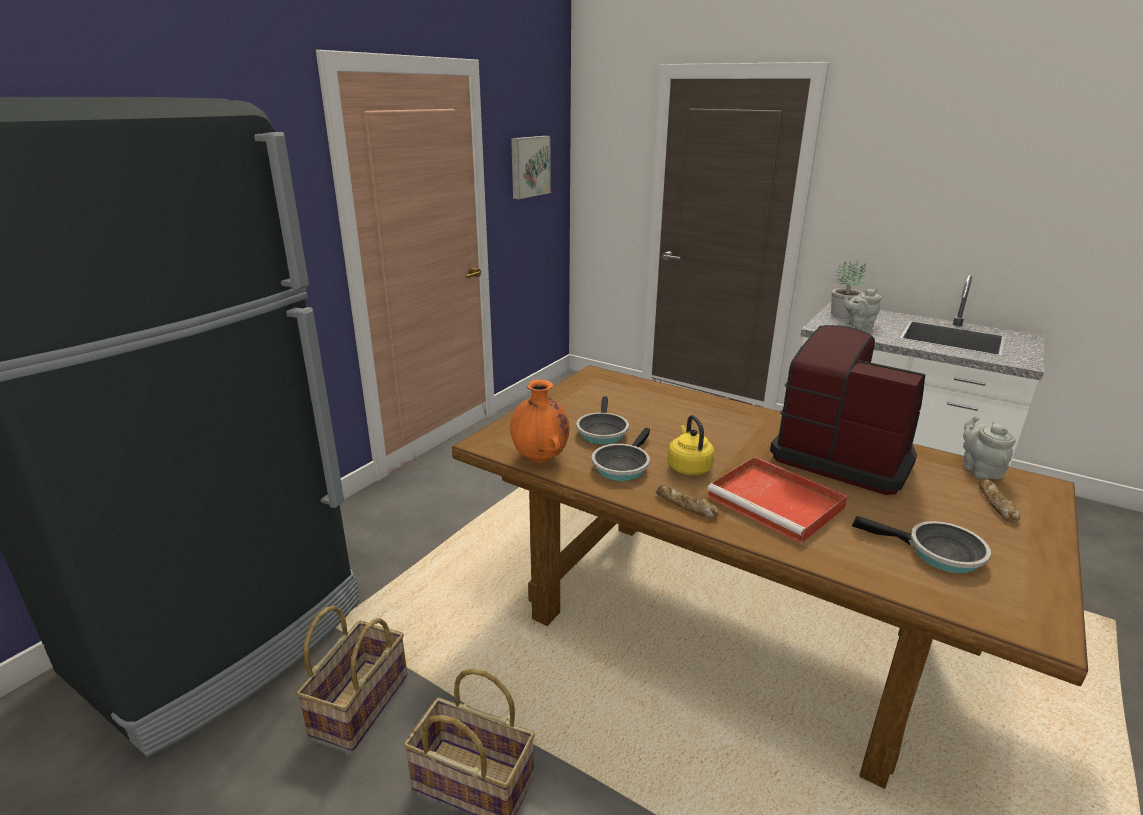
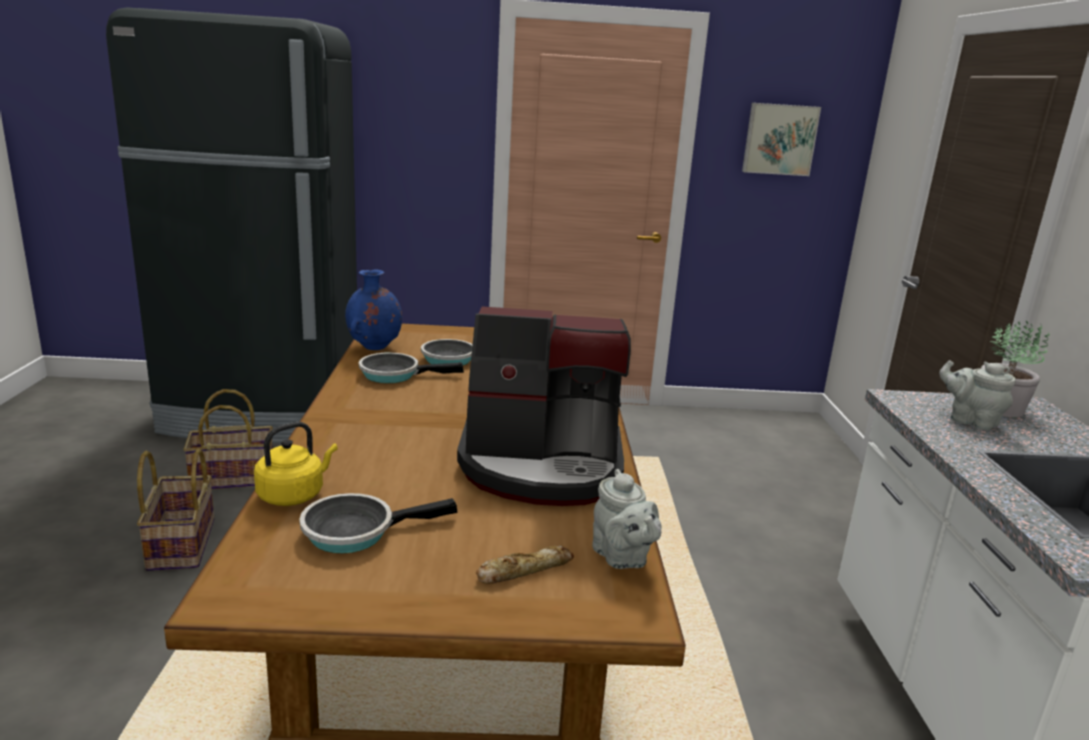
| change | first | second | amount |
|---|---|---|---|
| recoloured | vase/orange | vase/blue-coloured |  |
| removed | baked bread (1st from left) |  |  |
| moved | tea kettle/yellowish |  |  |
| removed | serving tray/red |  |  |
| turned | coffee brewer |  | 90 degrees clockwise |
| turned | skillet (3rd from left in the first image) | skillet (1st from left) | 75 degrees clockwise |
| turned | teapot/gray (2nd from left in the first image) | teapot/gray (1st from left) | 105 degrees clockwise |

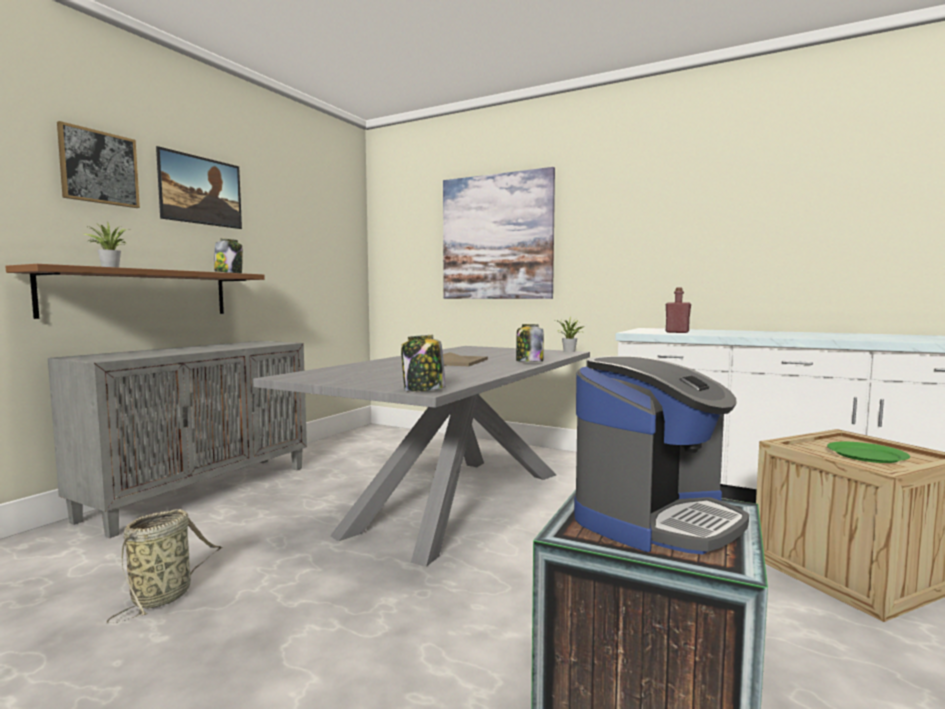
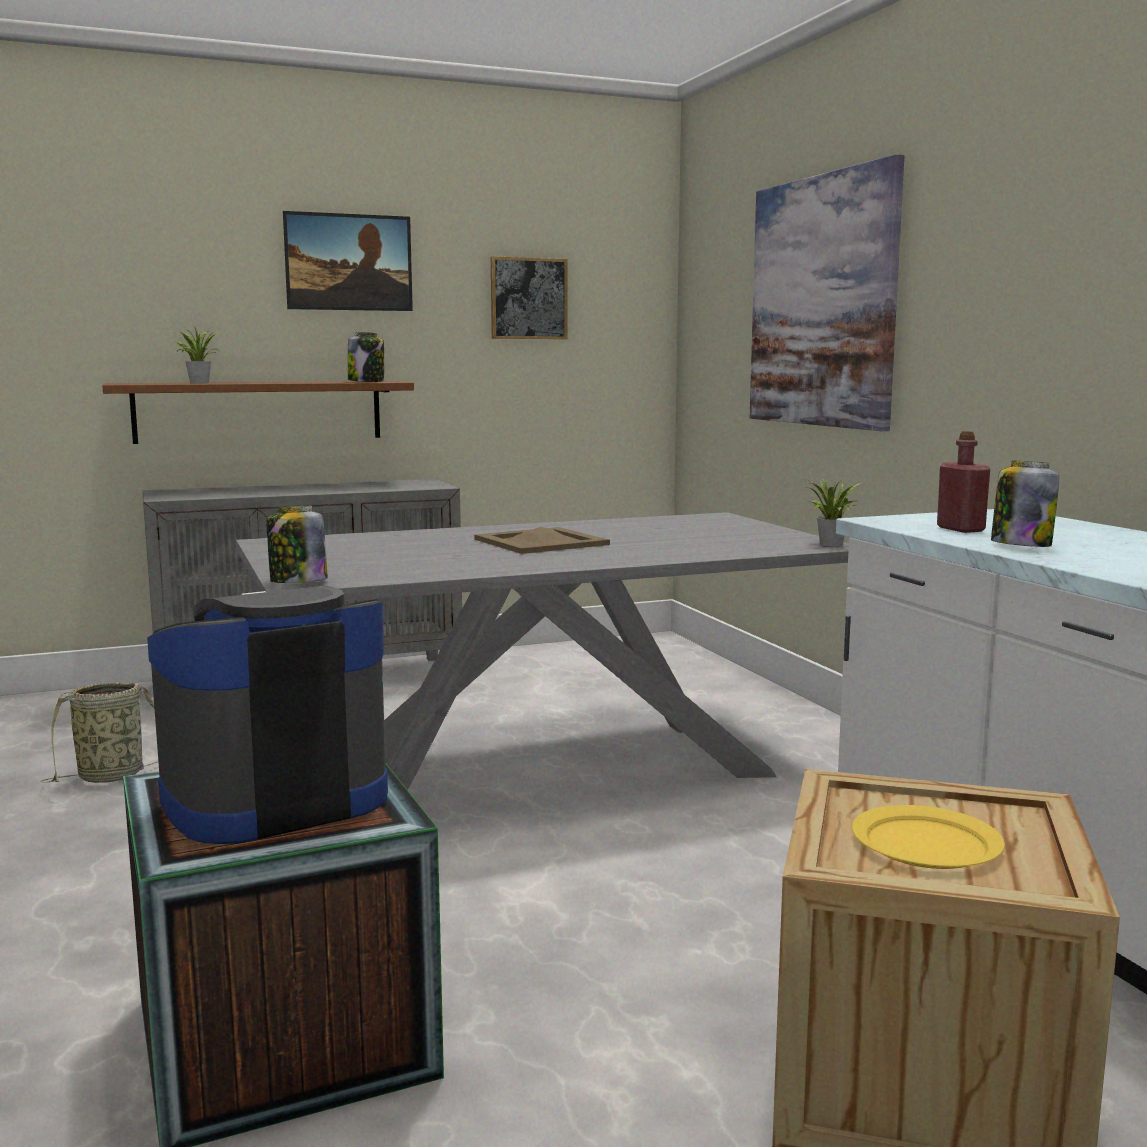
| change | first | second | amount |
|---|---|---|---|
| moved | picture (1st from left in the first image) | picture (2nd from left) |  |
| moved | preserve jar (3rd from left) |  |  |
| turned | coffee brewer |  | 150 degrees clockwise |
| recoloured | plate/green-coloured | plate/yellowish |  |

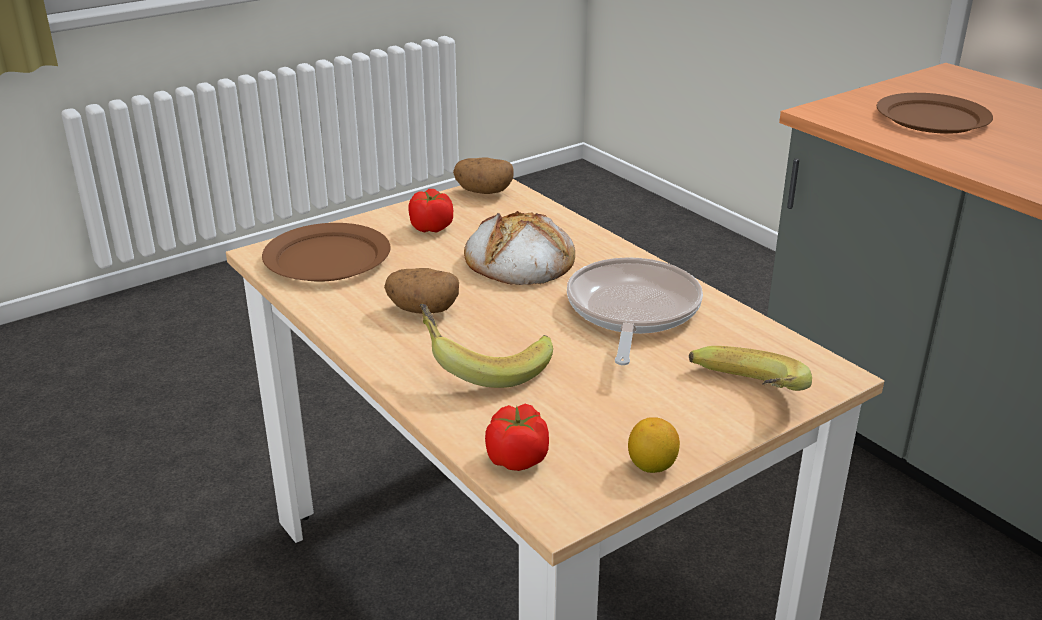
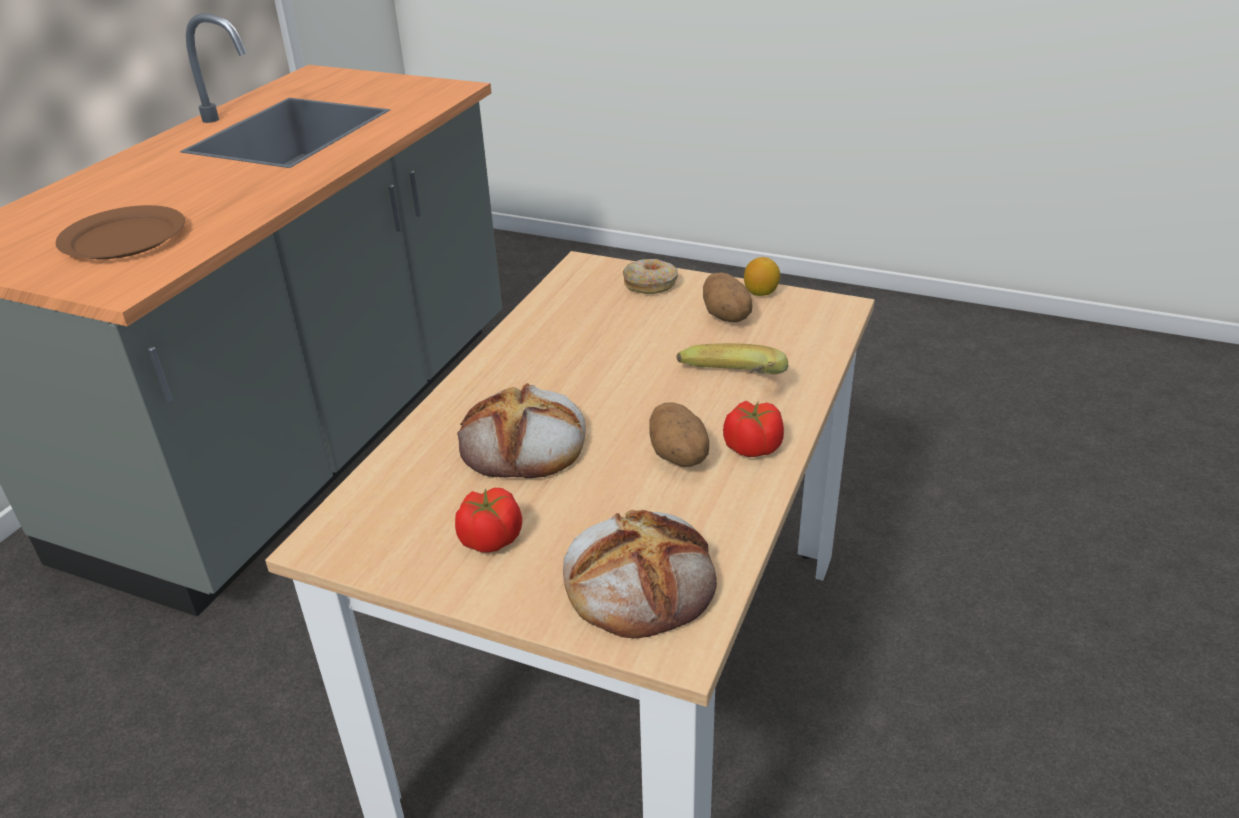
| change | first | second | amount |
|---|---|---|---|
| replaced | plate/brown-coloured (1st from left) | baked bread (2nd from left) |  |
| moved | spud (2nd from left) |  |  |
| moved | whole tomato (2nd from left) |  |  |
| removed | skillet |  |  |
| replaced | whole banana (2nd from left) | doughnut |  |

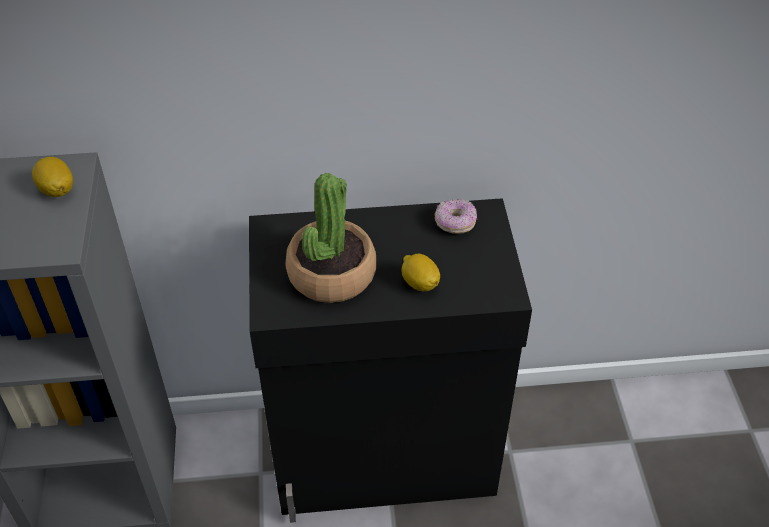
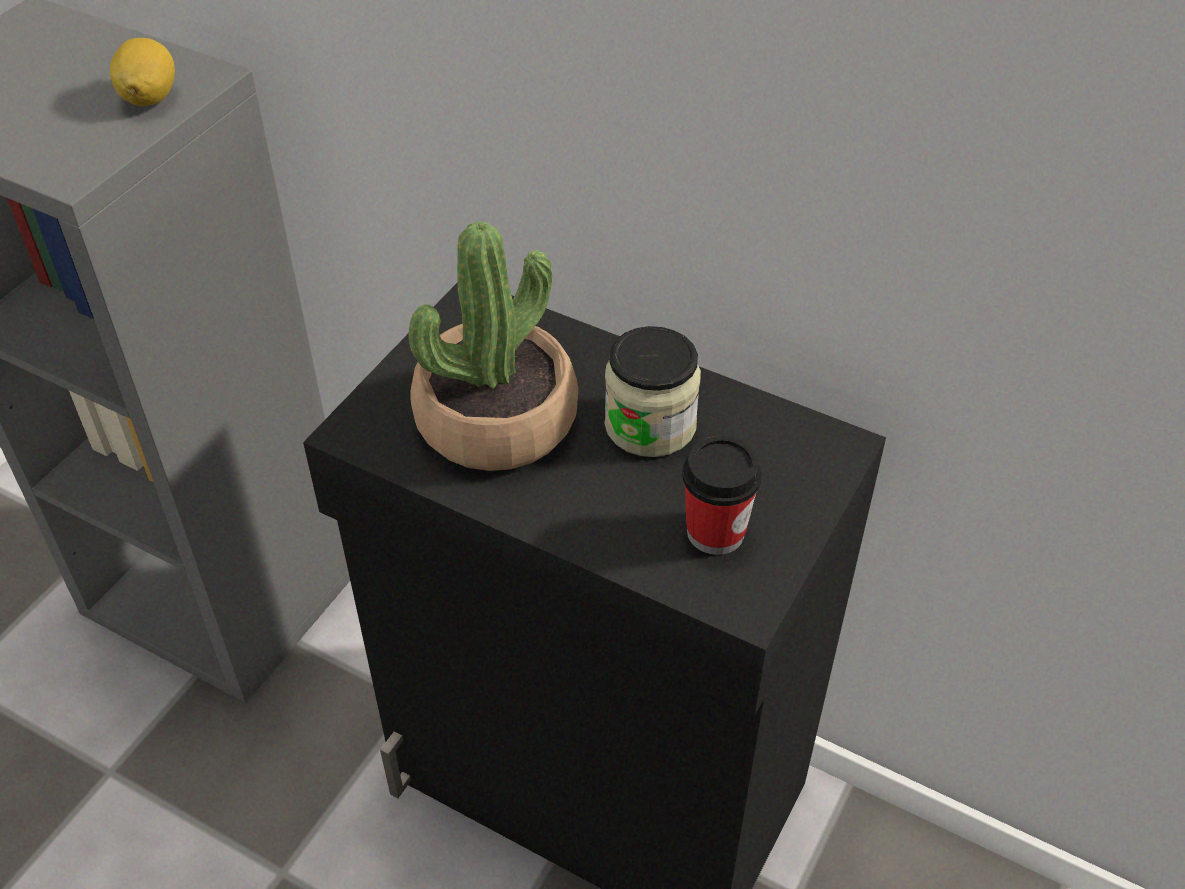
| change | first | second | amount |
|---|---|---|---|
| removed | lemon (2nd from left) |  |  |
| removed | doughnut |  |  |
| added |  | preserve jar |  |
| added |  | drinking cup |  |

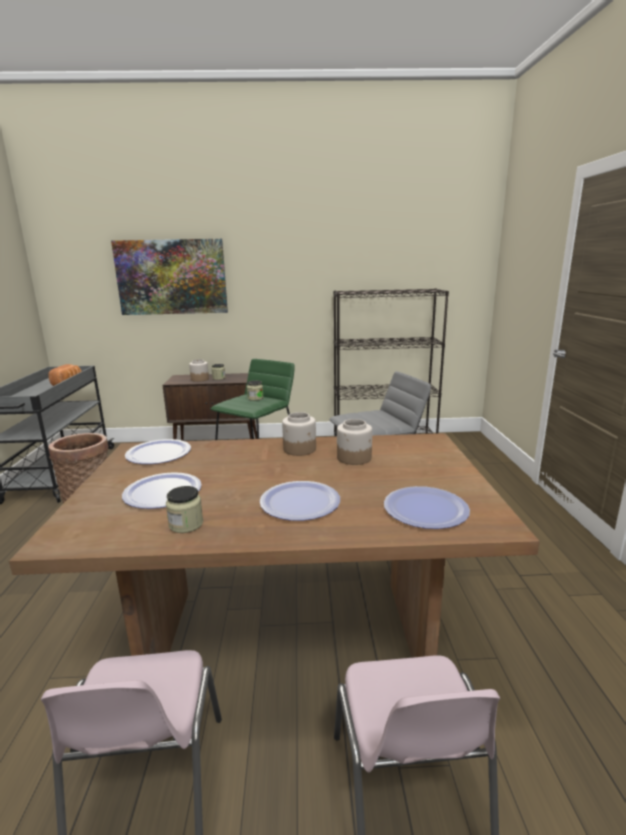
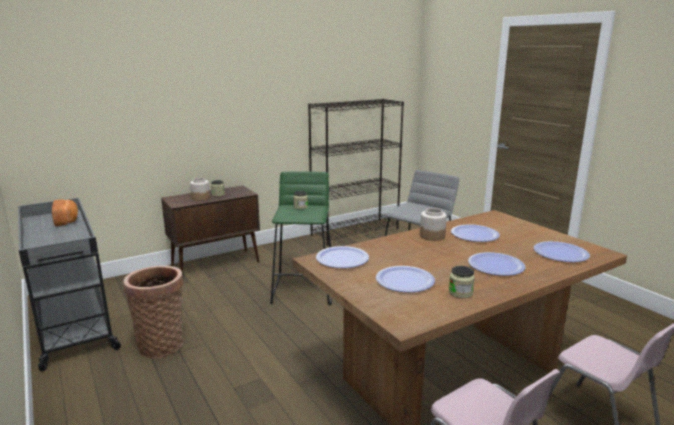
| change | first | second | amount |
|---|---|---|---|
| removed | picture |  |  |
| replaced | preserve jar (6th from left) | plate (3rd from left) |  |

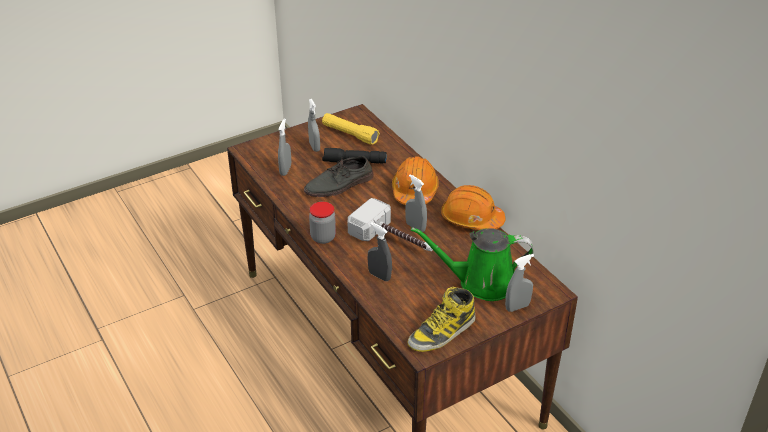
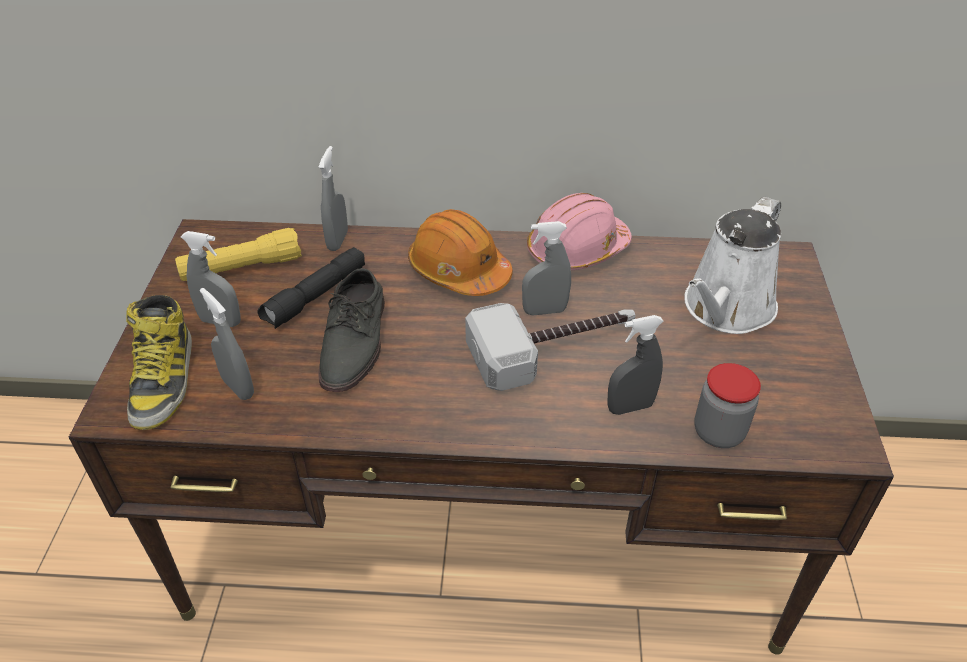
| change | first | second | amount |
|---|---|---|---|
| moved | preserve jar |  |  |
| moved | high-top boot |  |  |
| recoloured | watering can/green-coloured | watering can/white-coloured |  |
| recoloured | safety helmet/orange (2nd from left) | safety helmet/pinkish |  |
| moved | hand sprayer/gray (5th from left in the first image) | hand sprayer/gray (3rd from left) |  |

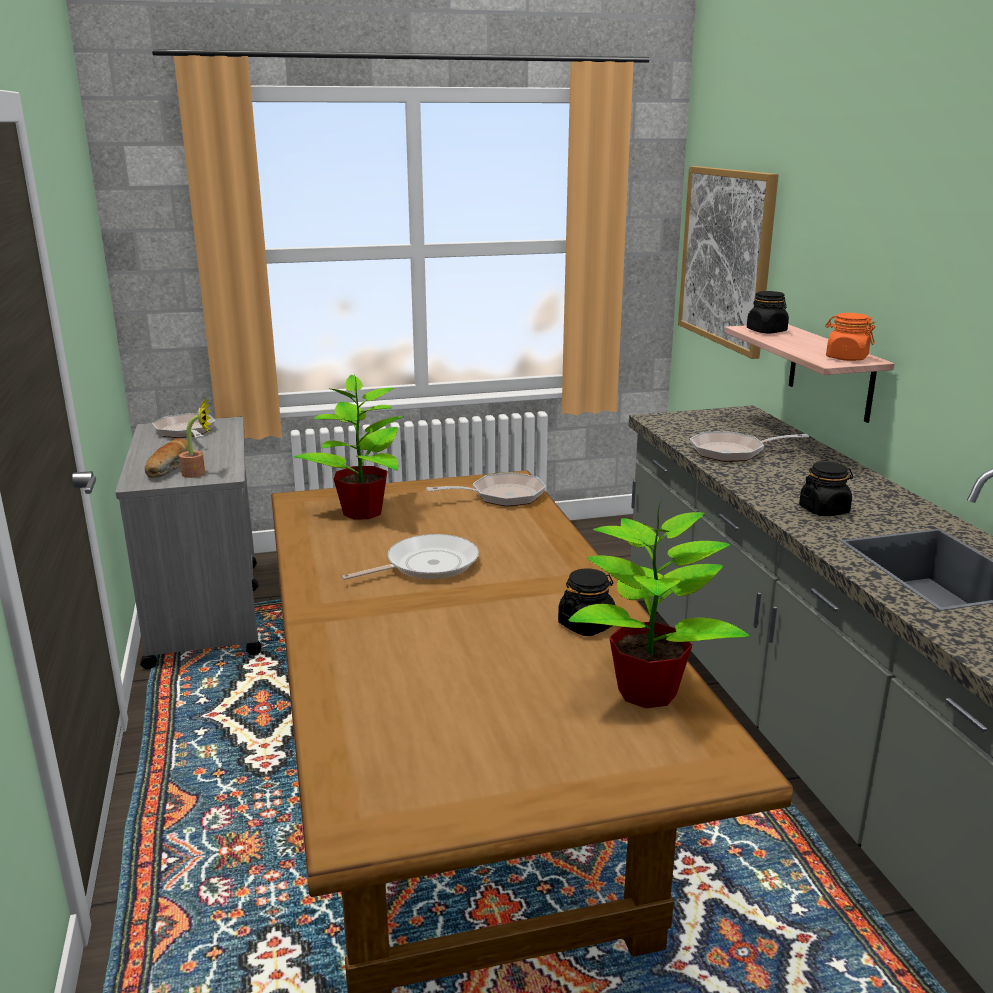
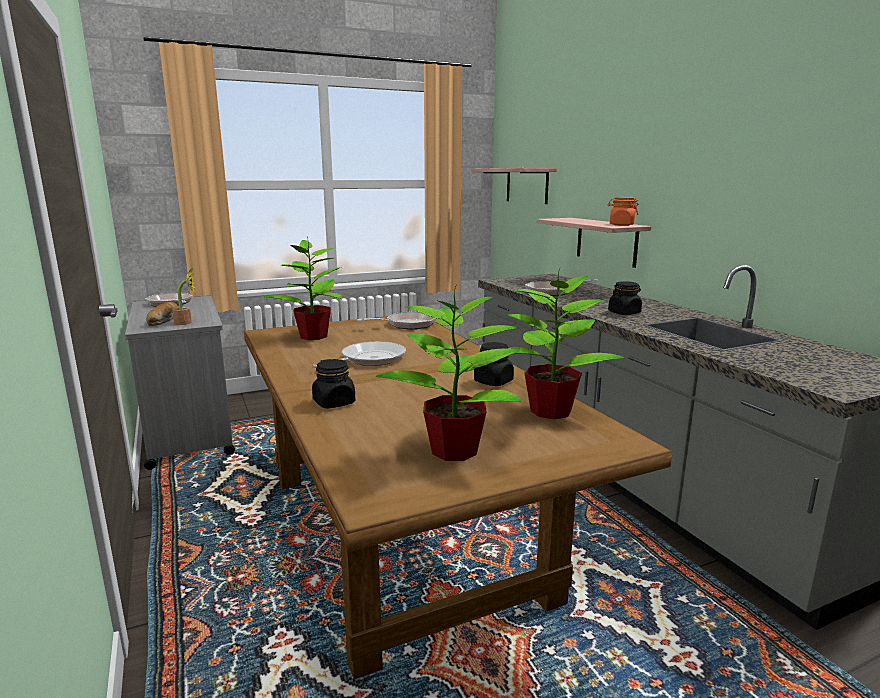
| change | first | second | amount |
|---|---|---|---|
| replaced | picture | bracket shelf (1st from left) |  |
| moved | preserve jar/black (2nd from left in the first image) | preserve jar/black (1st from left) |  |
| added |  | plant in a pot (3rd from left) |  |

